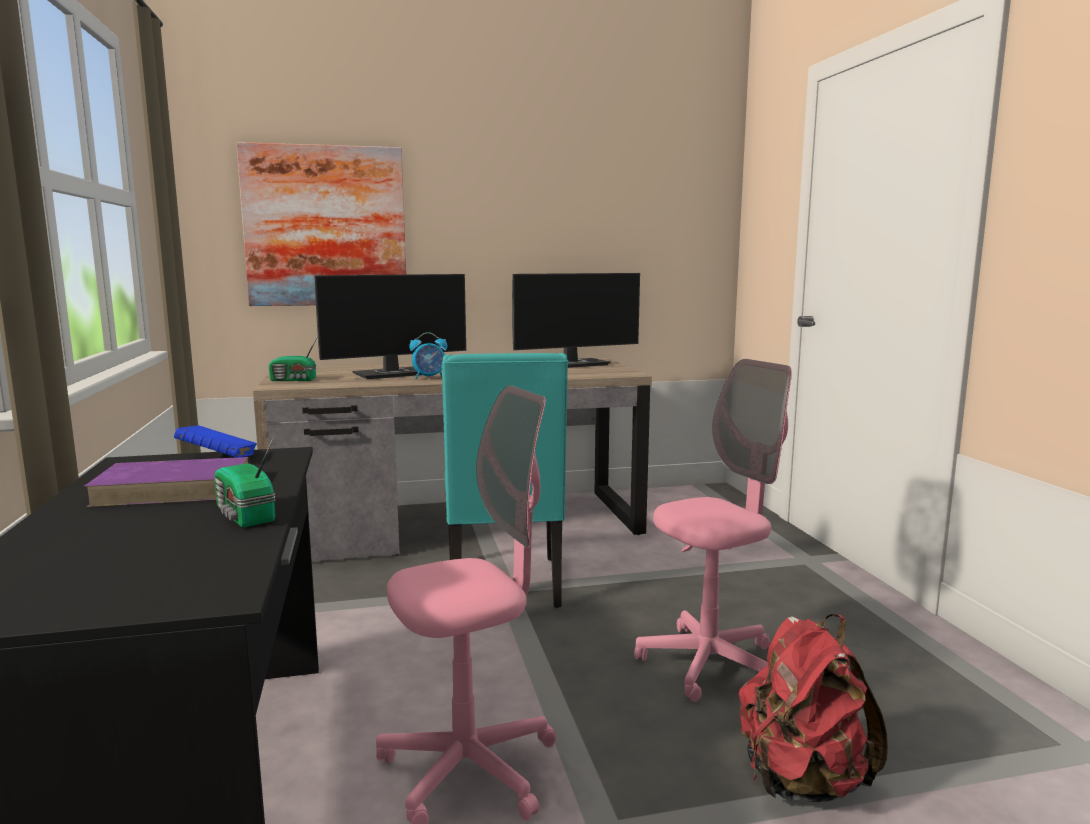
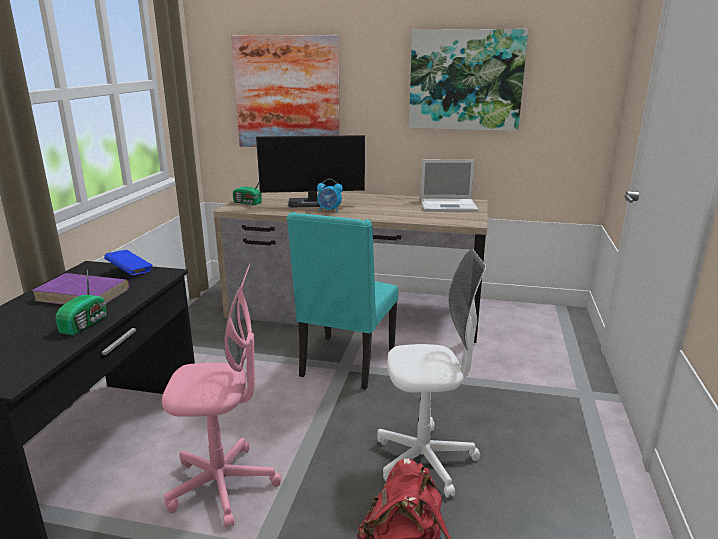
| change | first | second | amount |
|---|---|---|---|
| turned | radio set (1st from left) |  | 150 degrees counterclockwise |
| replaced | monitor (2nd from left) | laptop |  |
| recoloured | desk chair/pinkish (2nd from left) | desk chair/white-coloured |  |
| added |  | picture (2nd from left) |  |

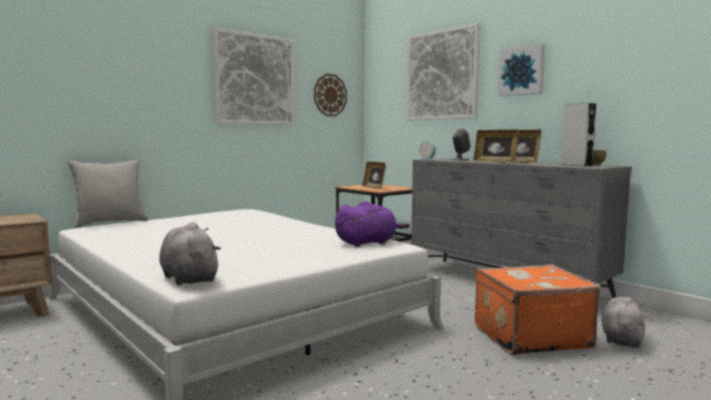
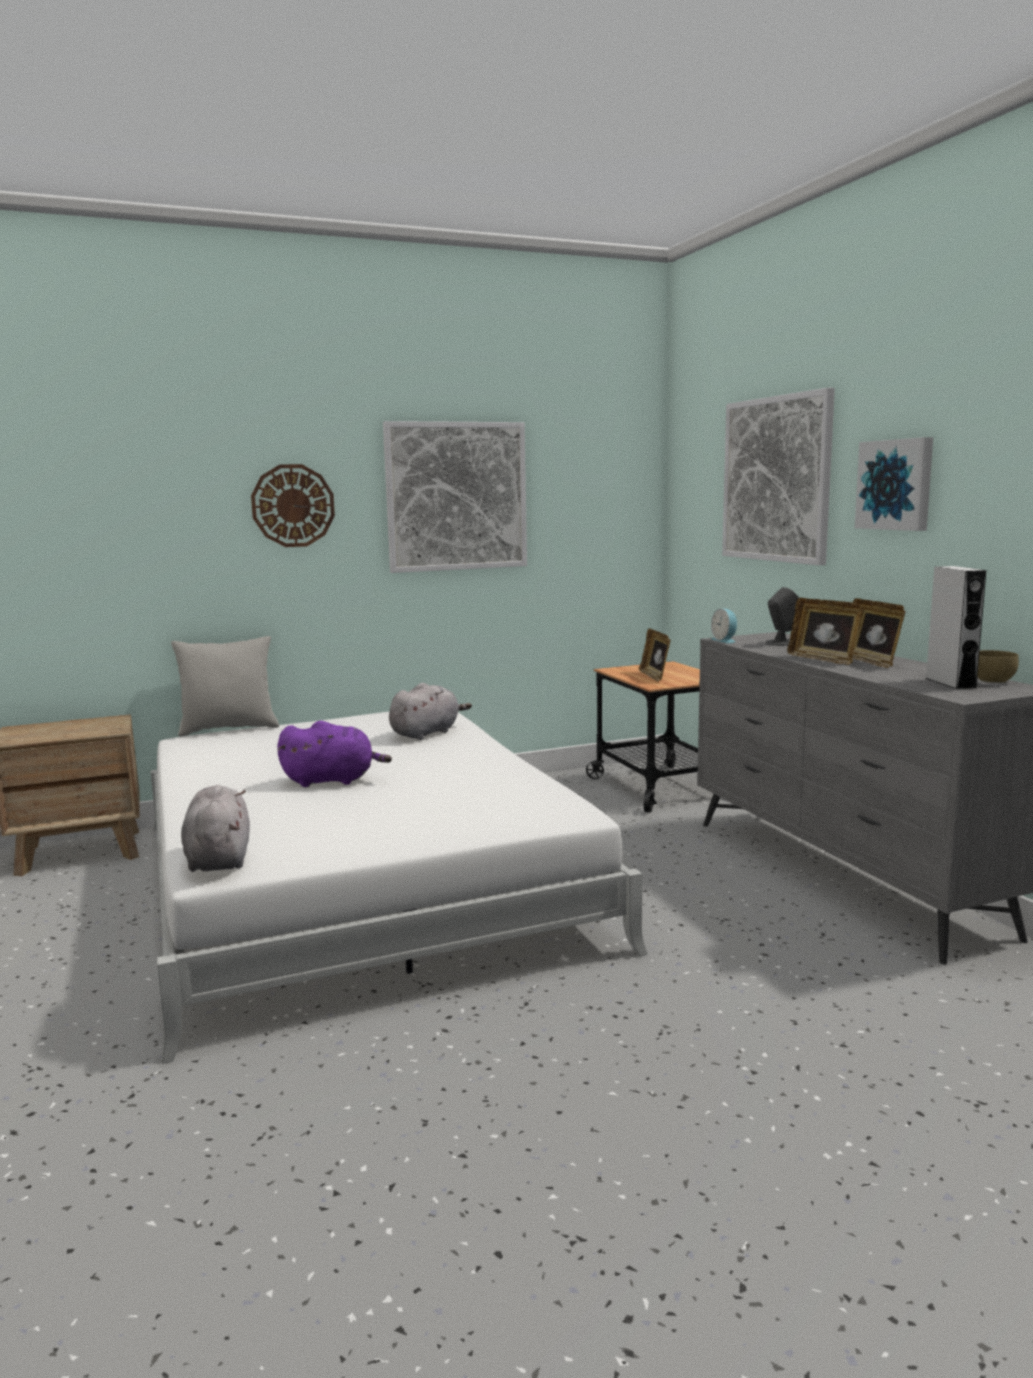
| change | first | second | amount |
|---|---|---|---|
| moved | wall clock |  |  |
| moved | cuddly toy/purplish |  |  |
| removed | travel case/orange |  |  |
| moved | cuddly toy/gray (2nd from left) |  |  |

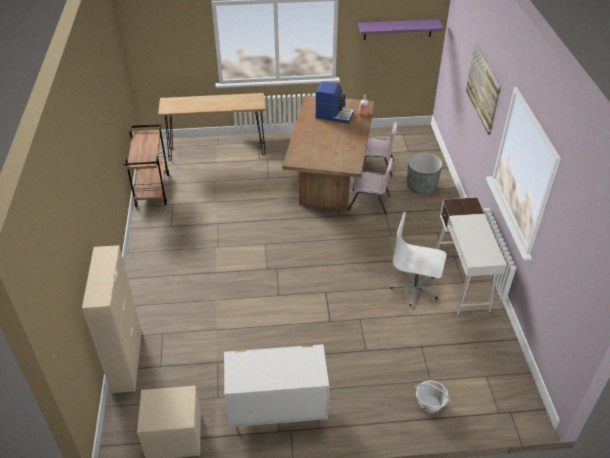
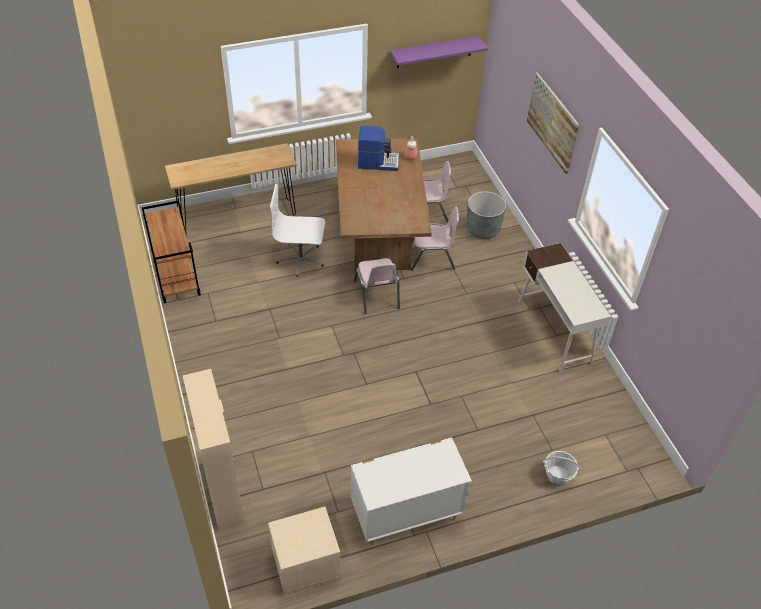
| change | first | second | amount |
|---|---|---|---|
| moved | desk chair/white-coloured |  |  |
| added |  | upright chair/pinkish (1st from left) |  |

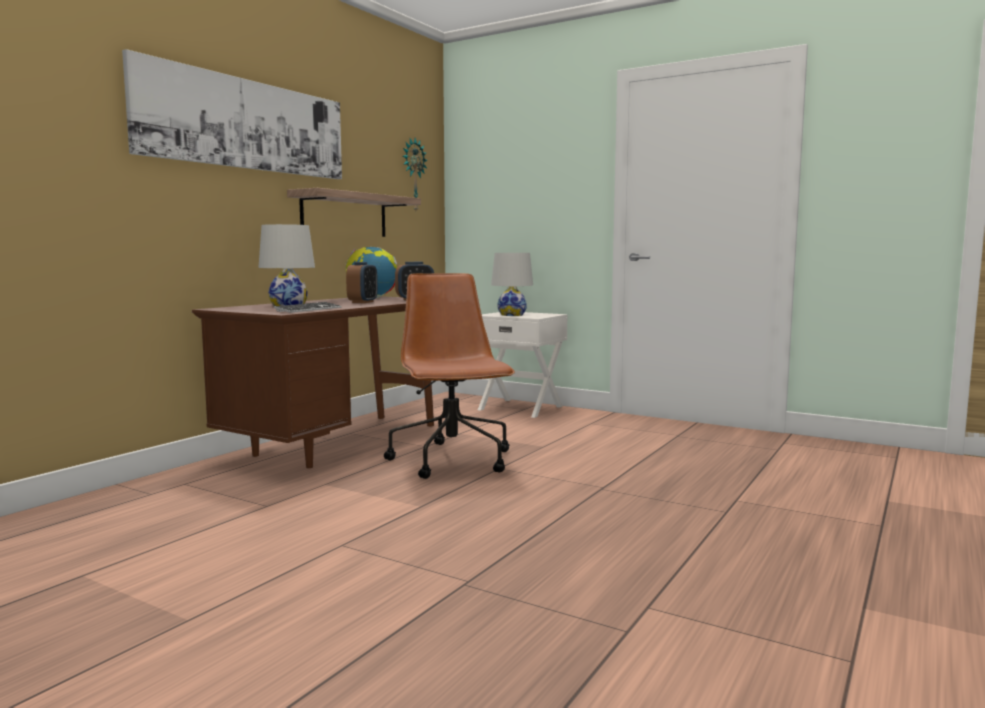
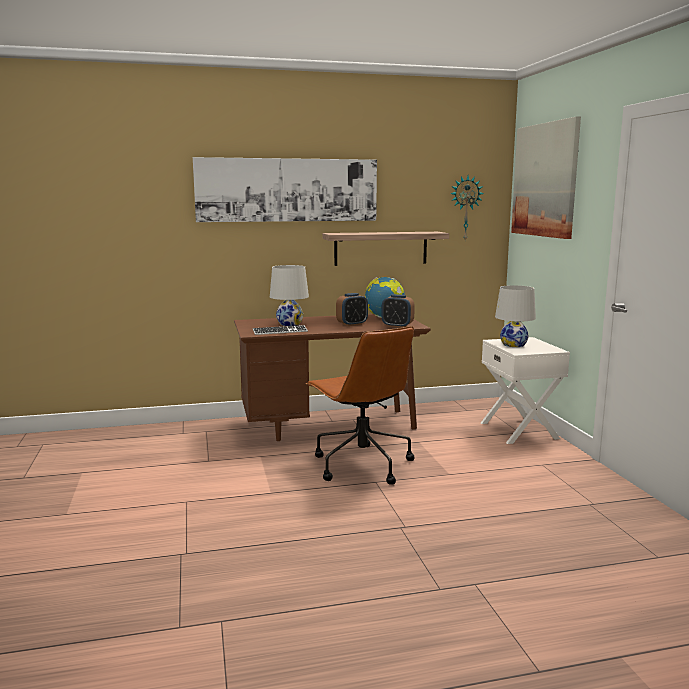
| change | first | second | amount |
|---|---|---|---|
| turned | desk chair/brown-coloured |  | 120 degrees clockwise |
| added |  | picture (2nd from left) |  |

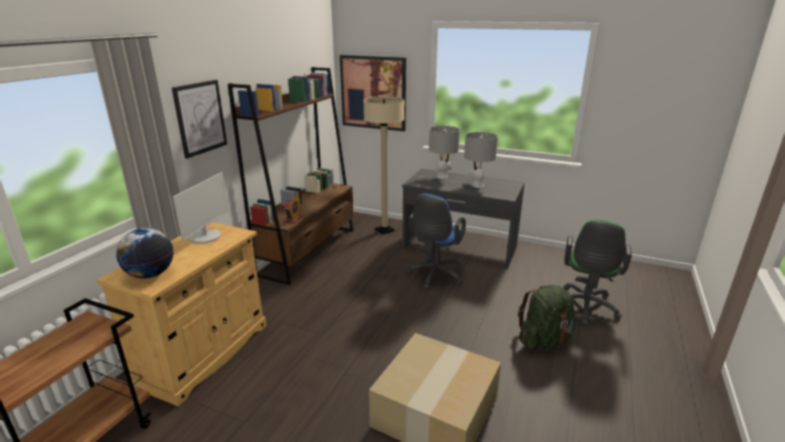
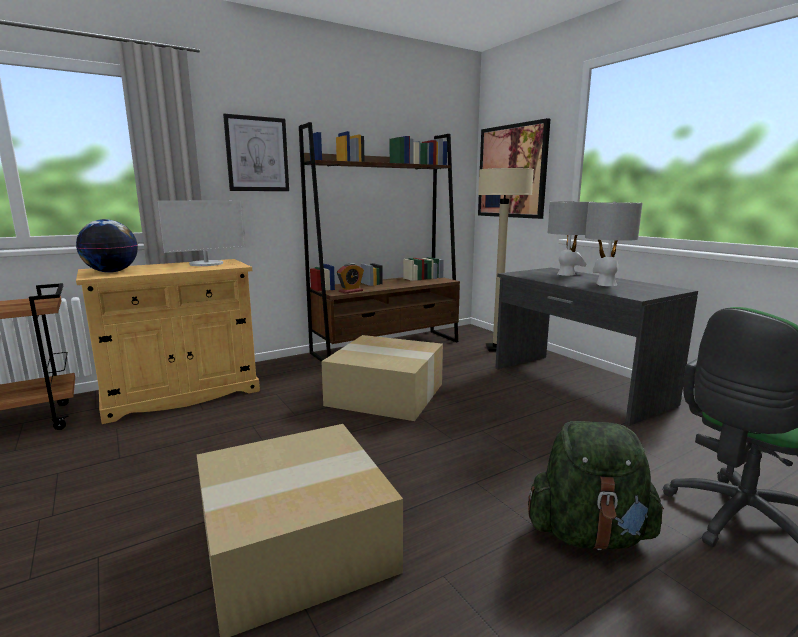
| change | first | second | amount |
|---|---|---|---|
| removed | desk chair/blue-coloured |  |  |
| added |  | carton (2nd from left) |  |

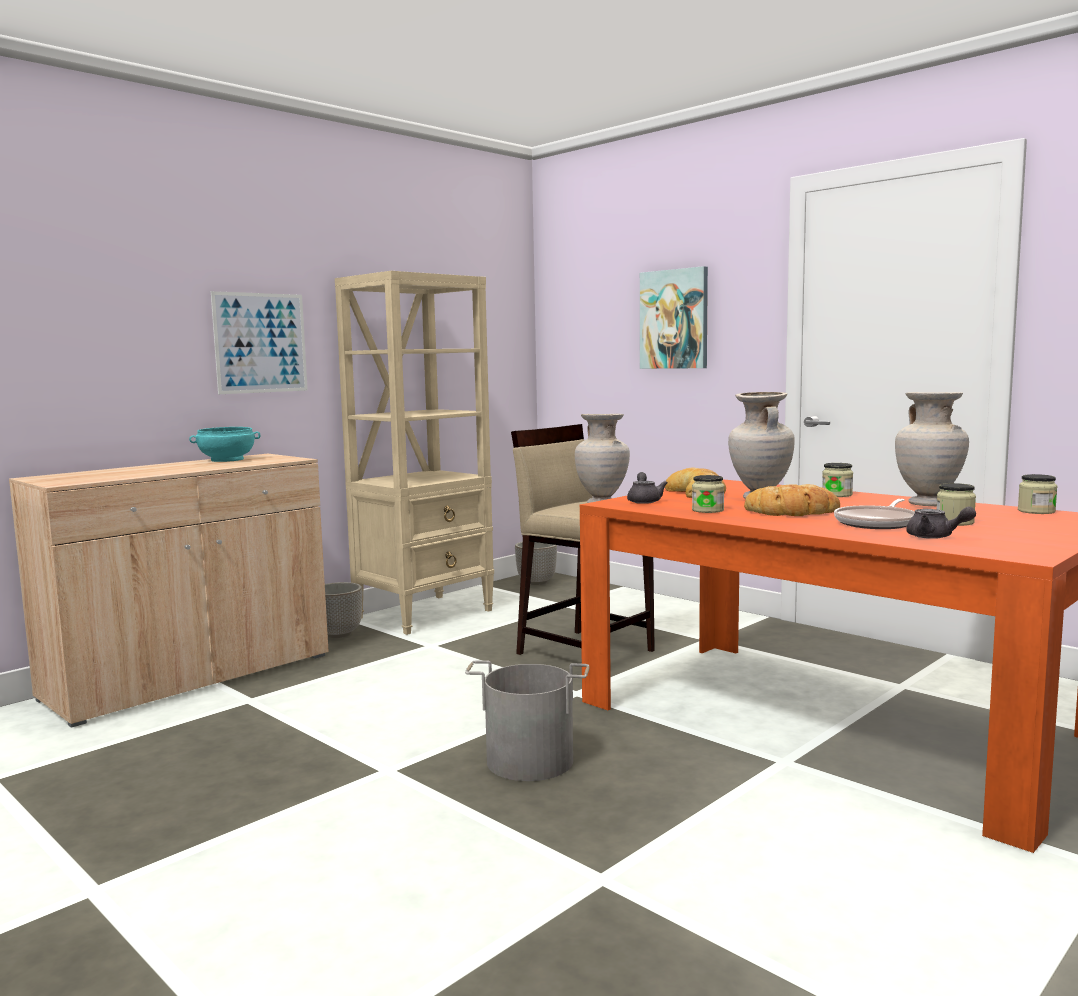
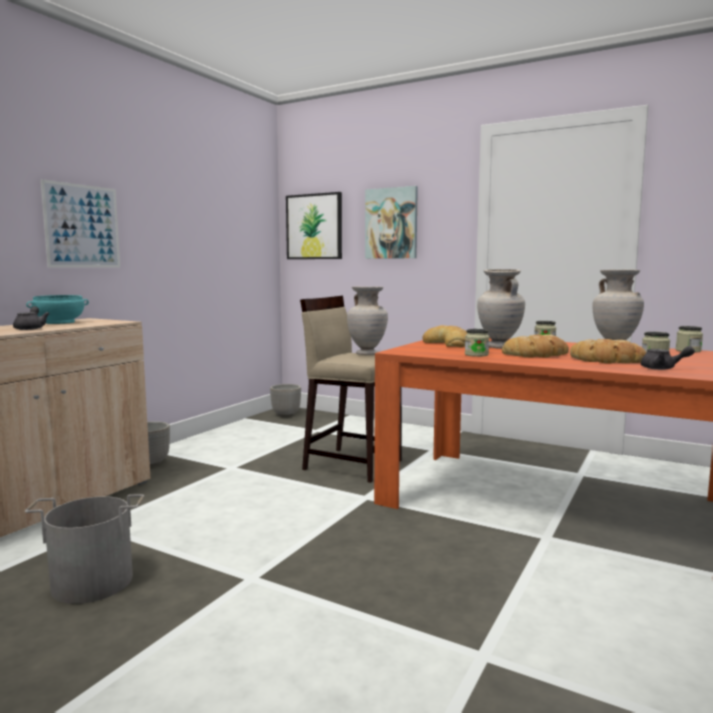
| change | first | second | amount |
|---|---|---|---|
| removed | shelving unit/beige |  |  |
| moved | bucket/gray |  |  |
| moved | teapot/gray (1st from left) |  |  |
| replaced | skillet | baked bread (3rd from left) |  |
| added |  | picture (2nd from left) |  |

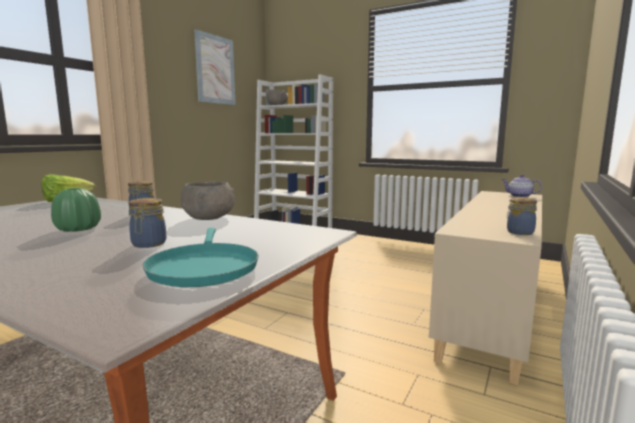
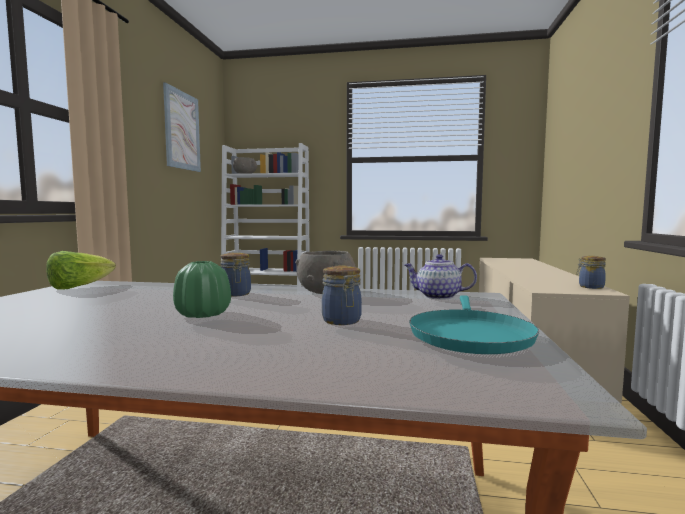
| change | first | second | amount |
|---|---|---|---|
| turned | skillet/turquoise-coloured |  | 45 degrees clockwise |
| moved | teapot |  |  |

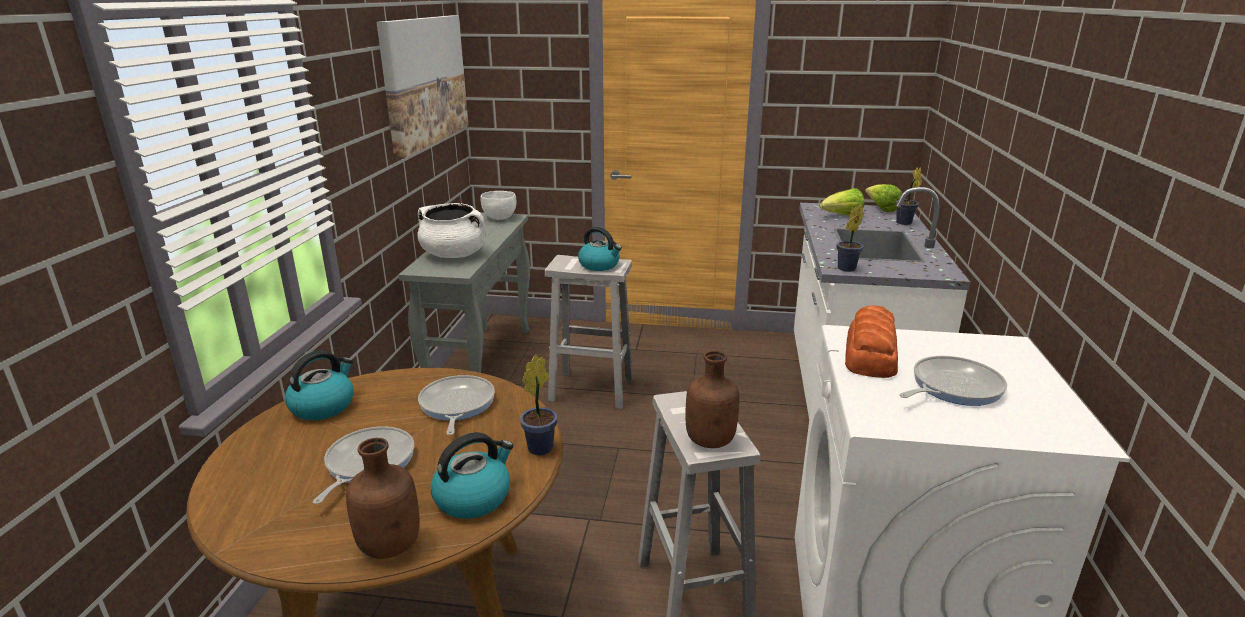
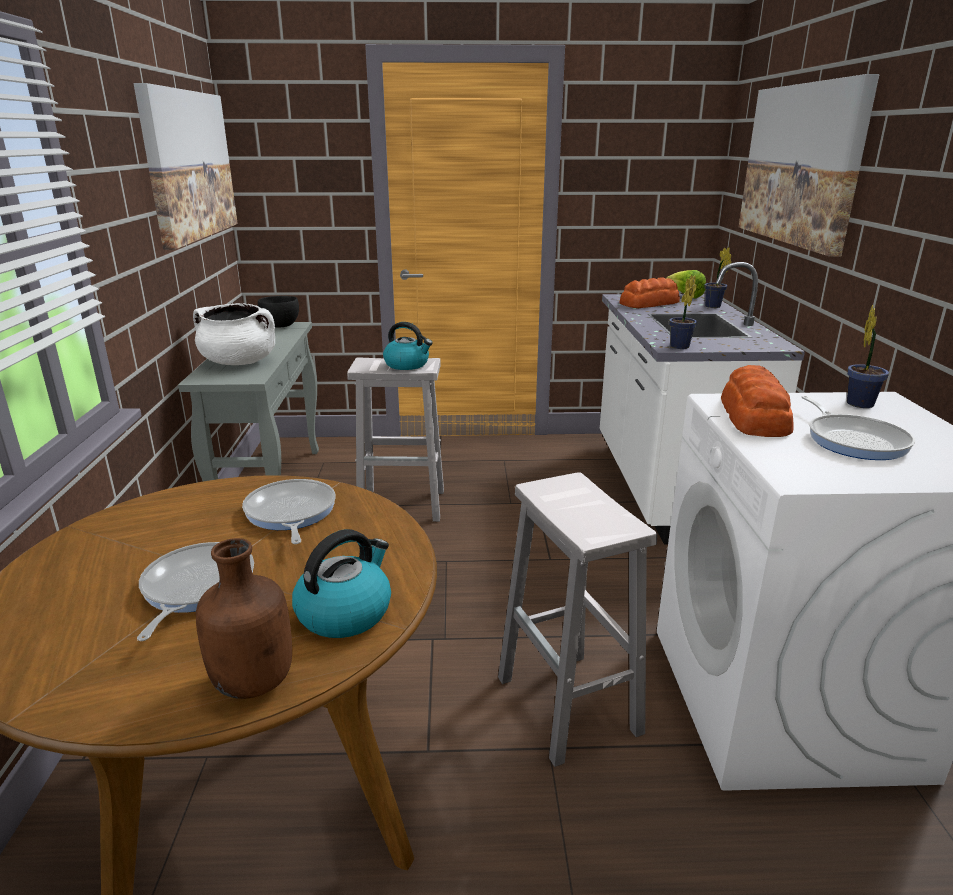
| change | first | second | amount |
|---|---|---|---|
| removed | tea kettle (1st from left) |  |  |
| recoloured | bowl/white-coloured | bowl/black |  |
| moved | plant in a pot (1st from left in the first image) | plant in a pot (3rd from left) |  |
| removed | bottle/brown-coloured (2nd from left) |  |  |
| replaced | head of lettuce (1st from left) | baked bread (1st from left) |  |
| turned | skillet (3rd from left) |  | 120 degrees clockwise |
| added |  | picture (2nd from left) |  |

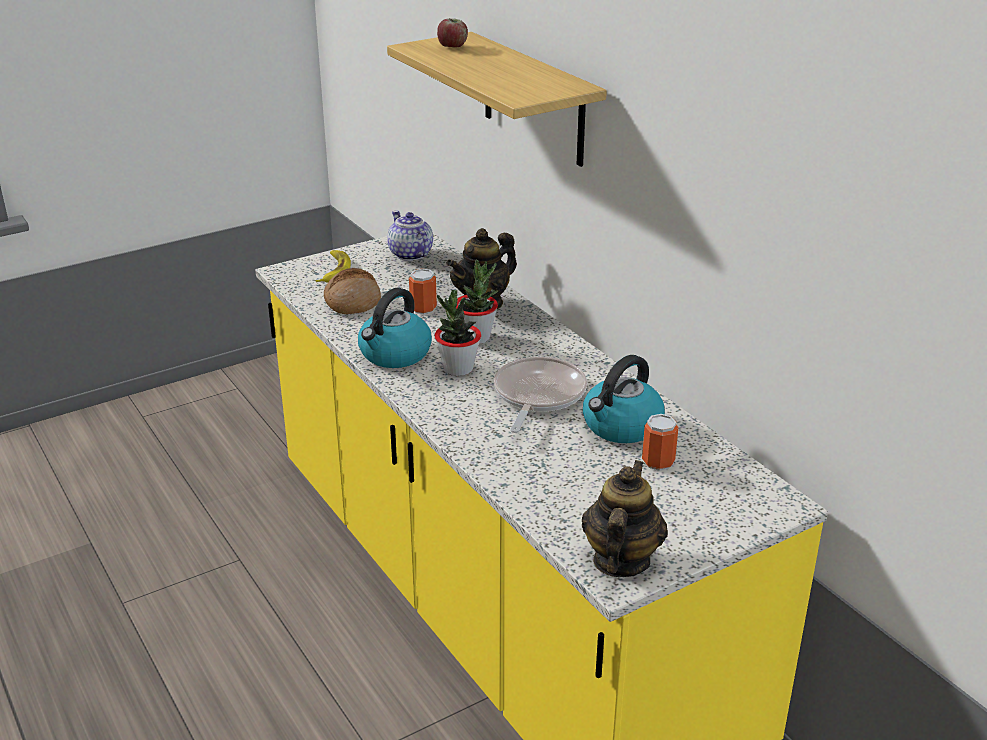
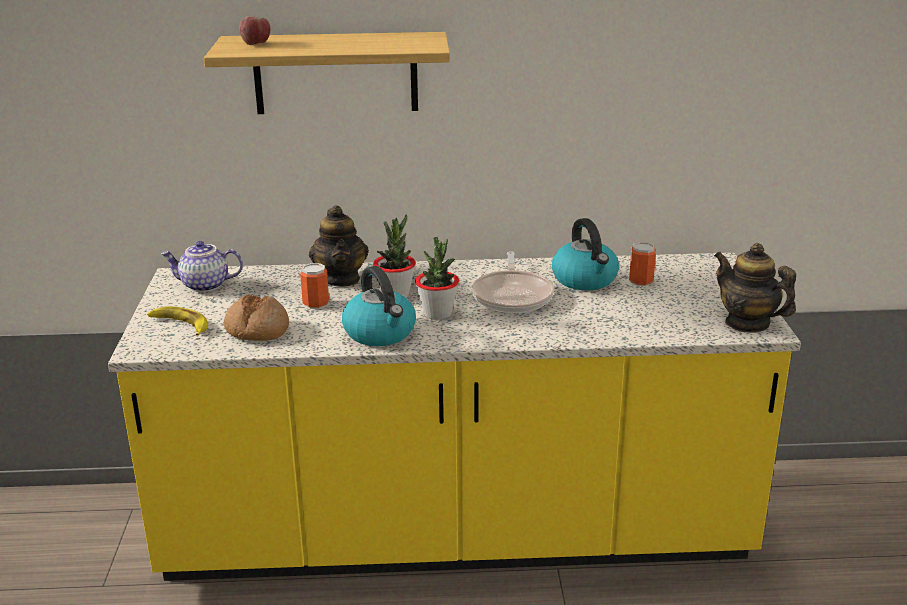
| change | first | second | amount |
|---|---|---|---|
| turned | skillet |  | 135 degrees counterclockwise |

